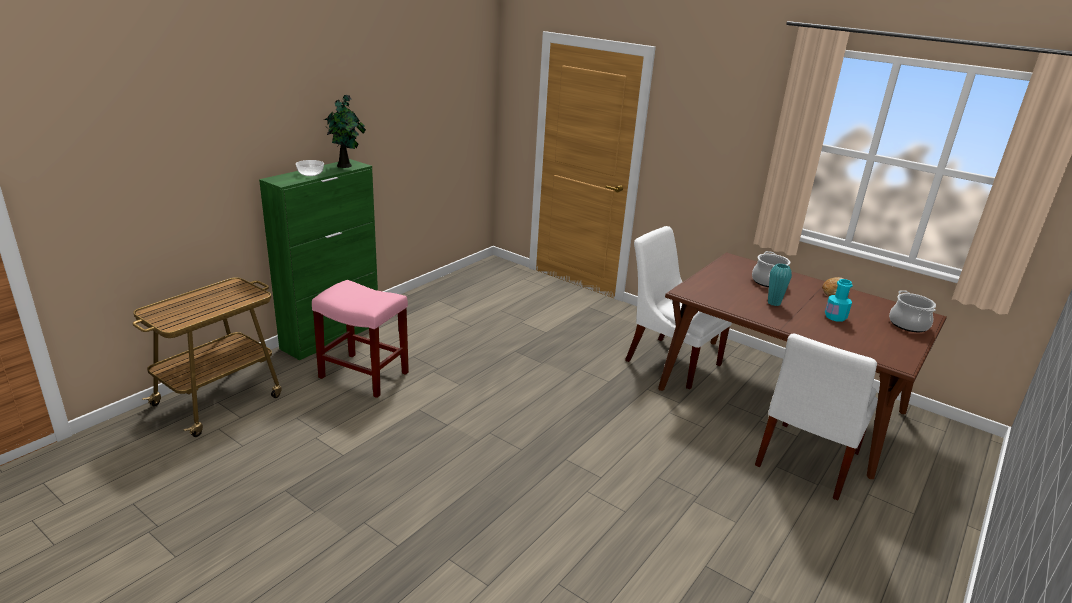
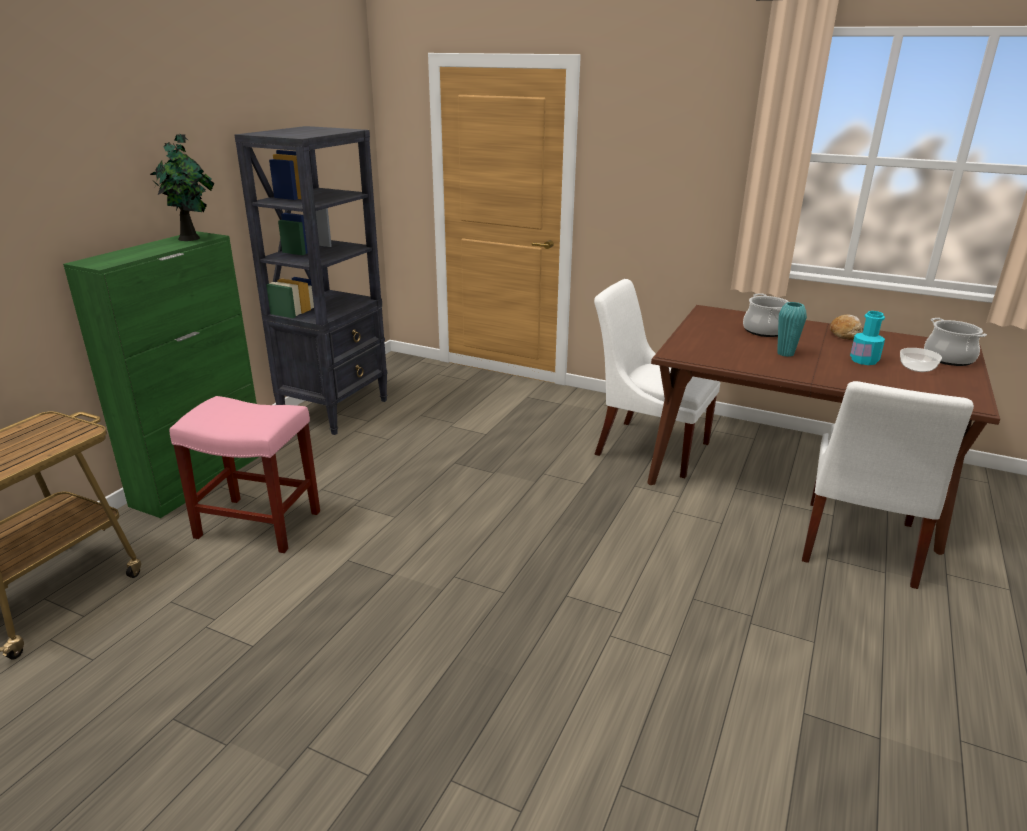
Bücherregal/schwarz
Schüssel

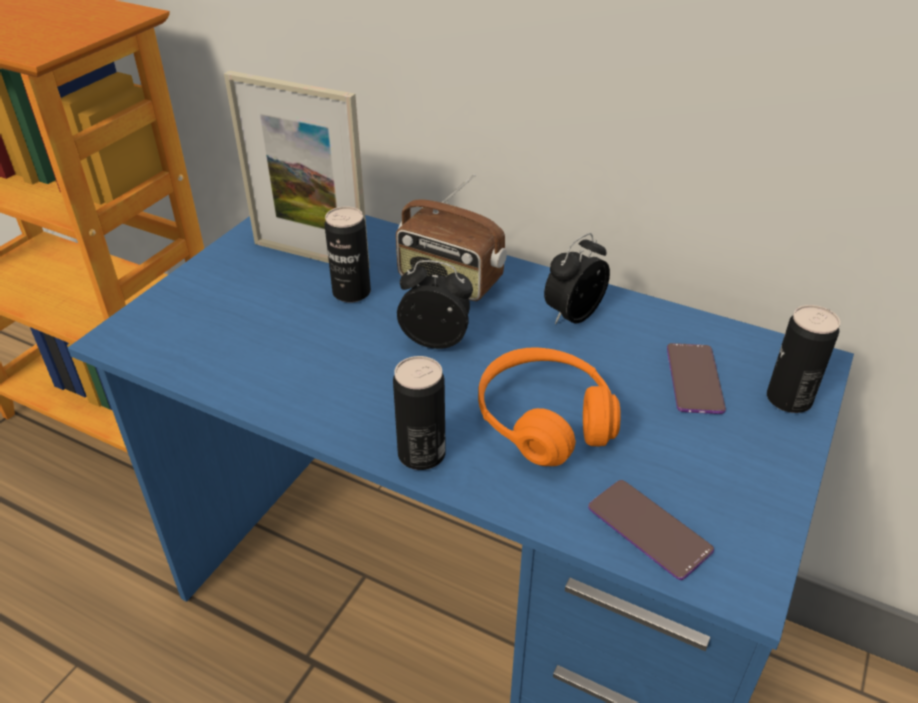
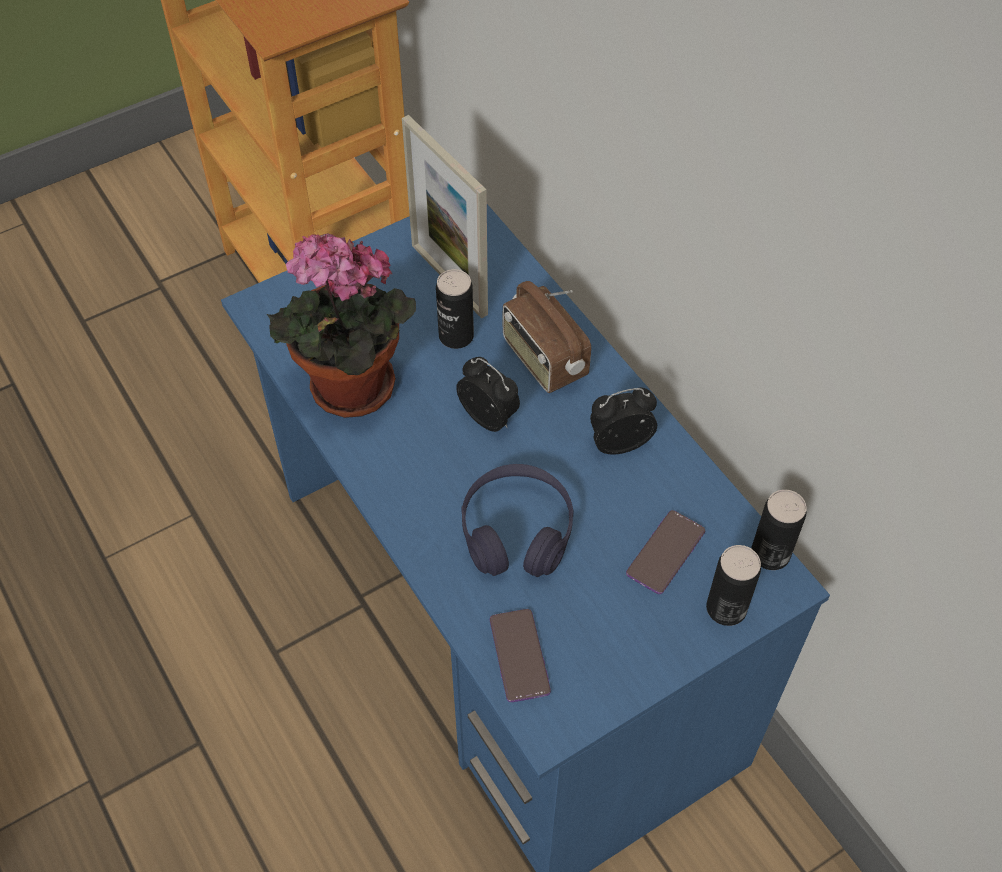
Topfpflanze
Dose (3rd from left)
Kopfhörer/lila

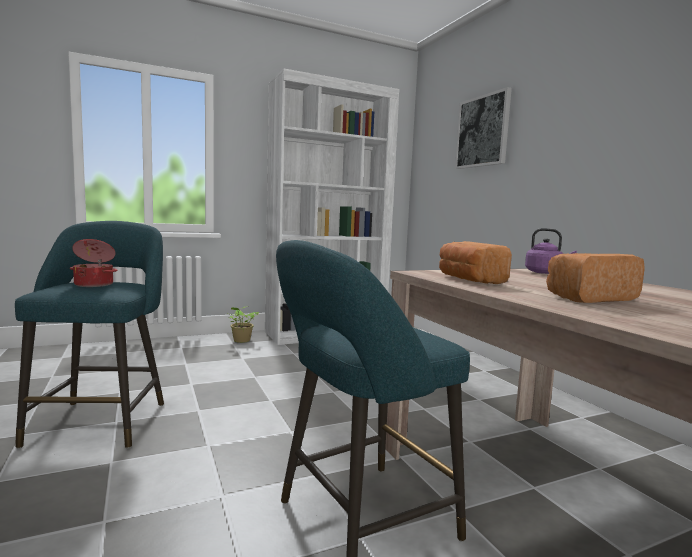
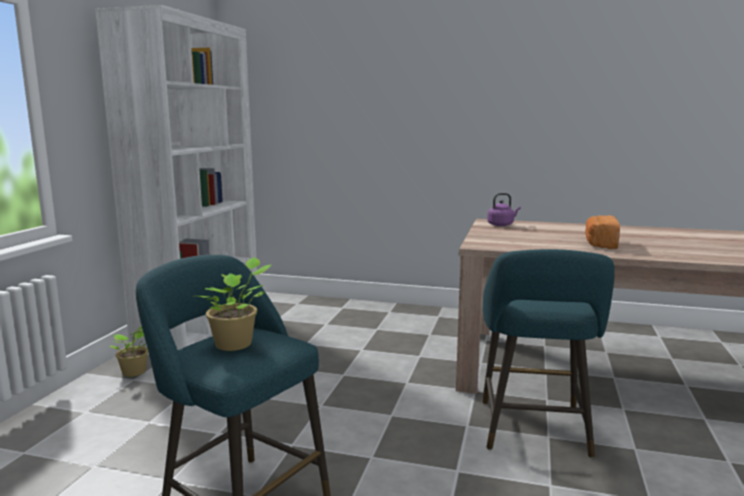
Brot (1st from left in the first image)
Bild
Topfpflanze (2nd from left)

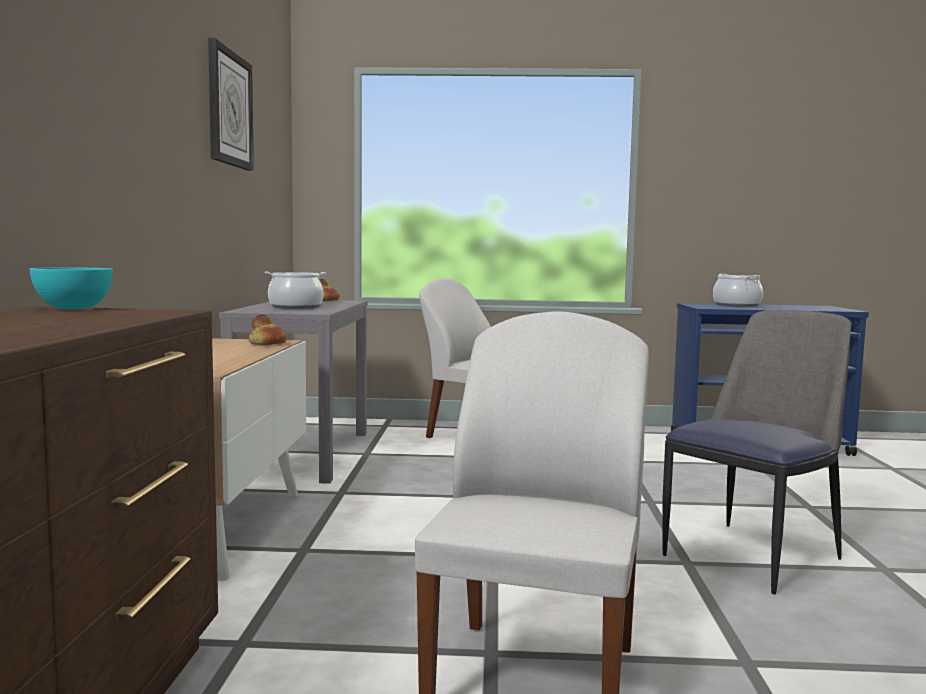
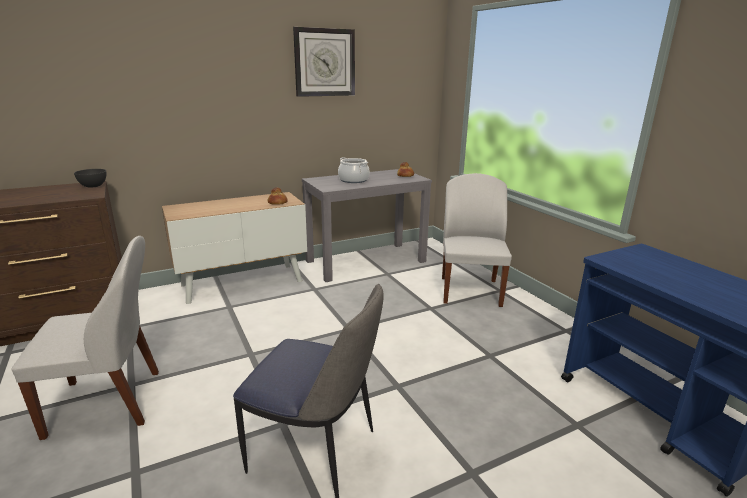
Kochtopf (2nd from left in the first image)
Schüssel/grau

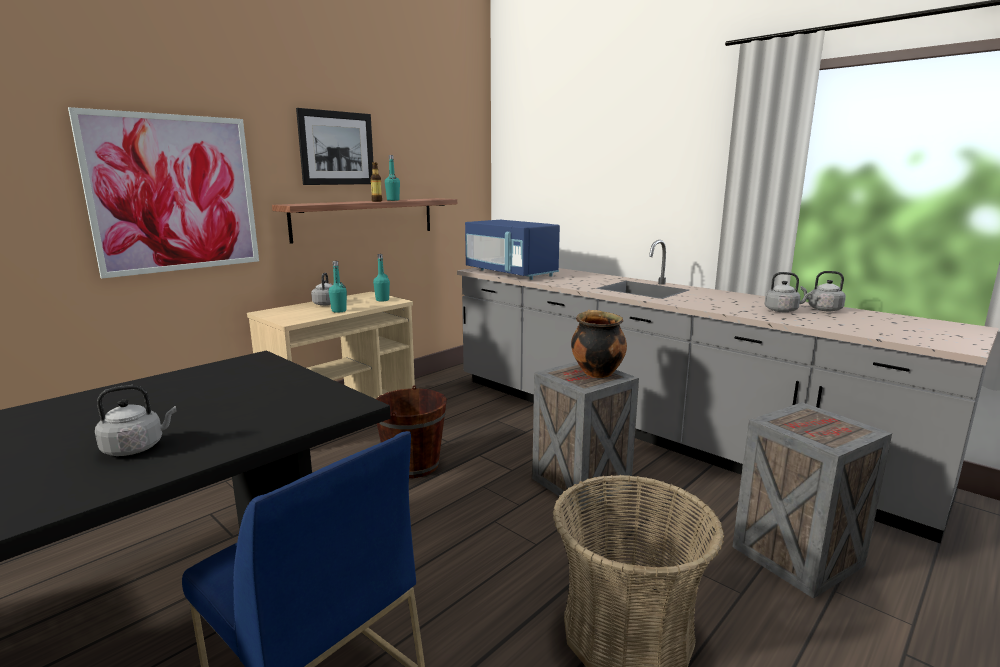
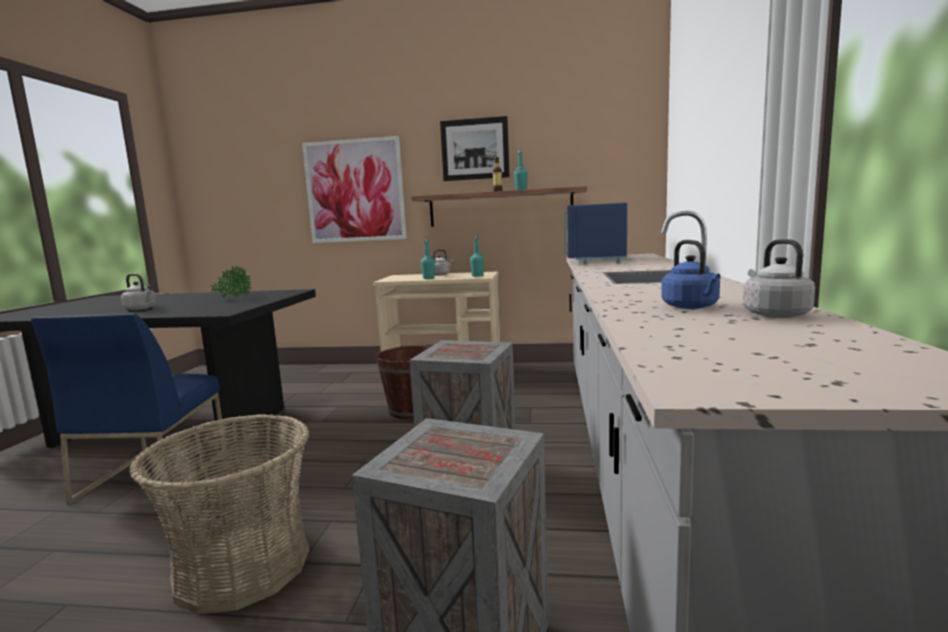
Kochtopf
Topfpflanze
Wasserkessel/blau

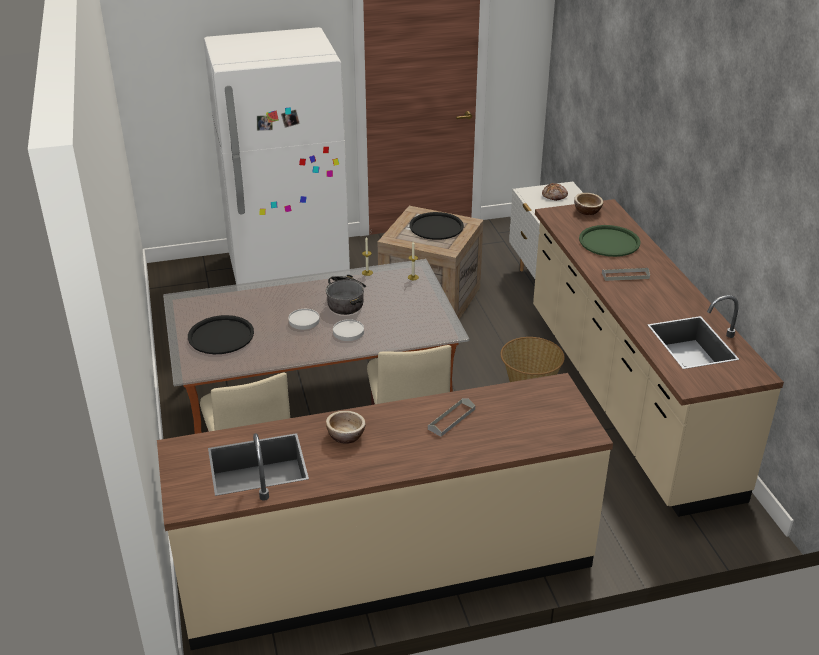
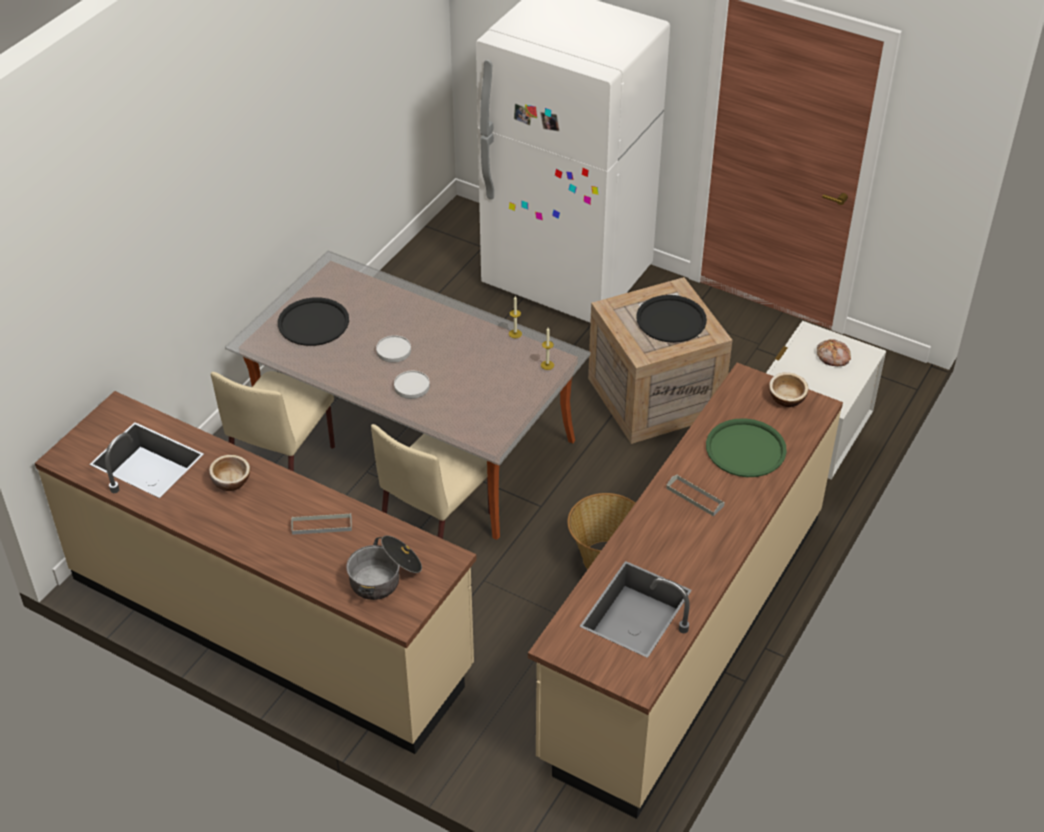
Kochtopf

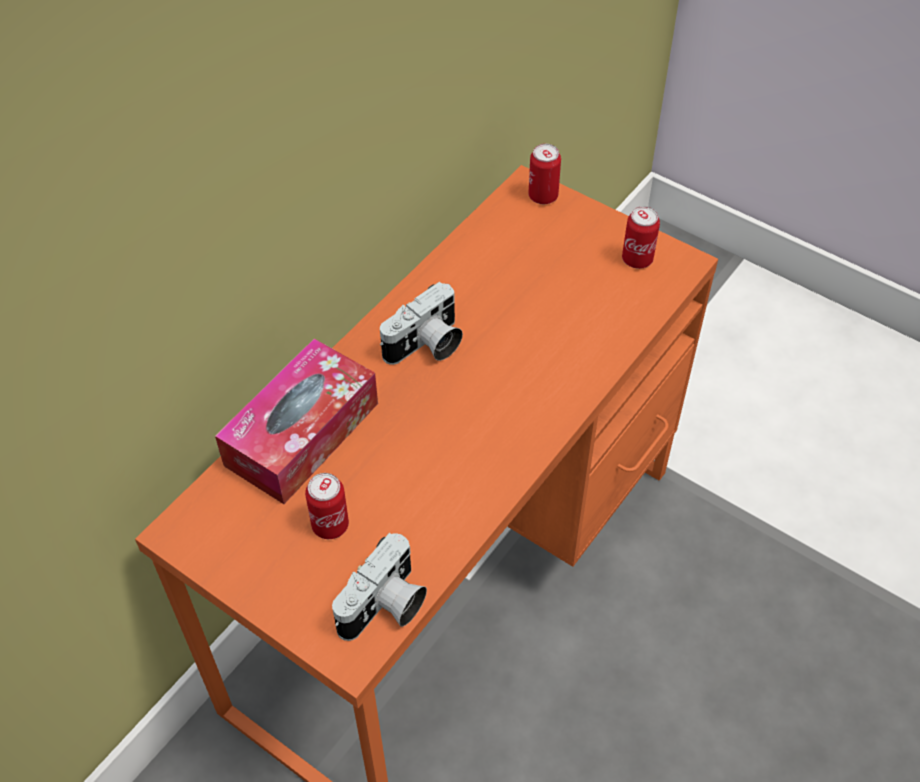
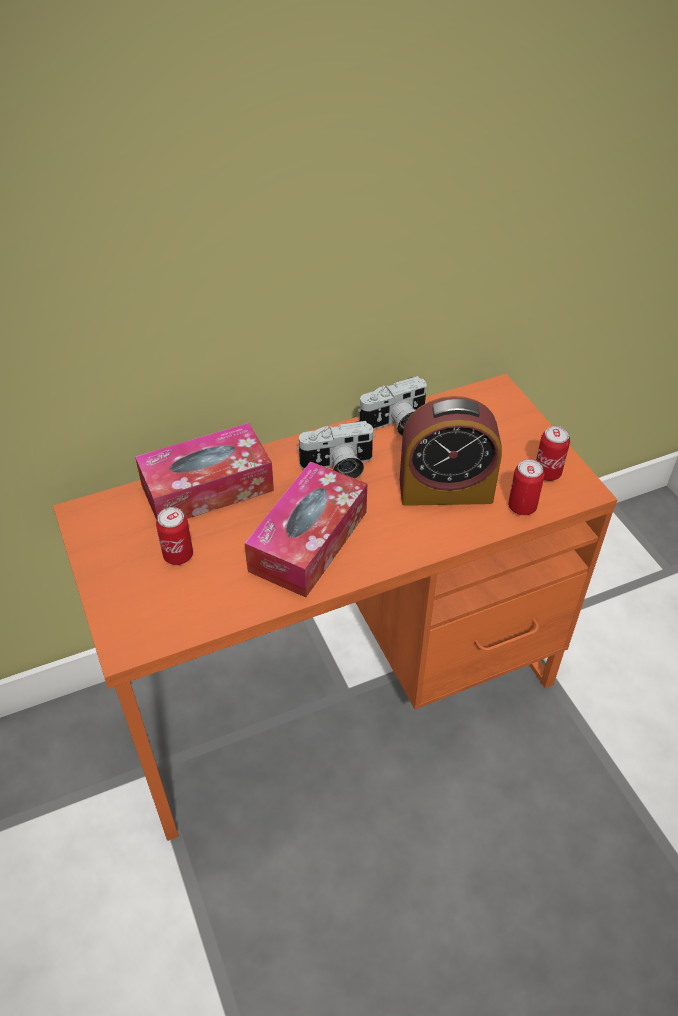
Taschentuchbox (2nd from left)
Wecker
Kamera (2nd from left)
Dose (2nd from left)

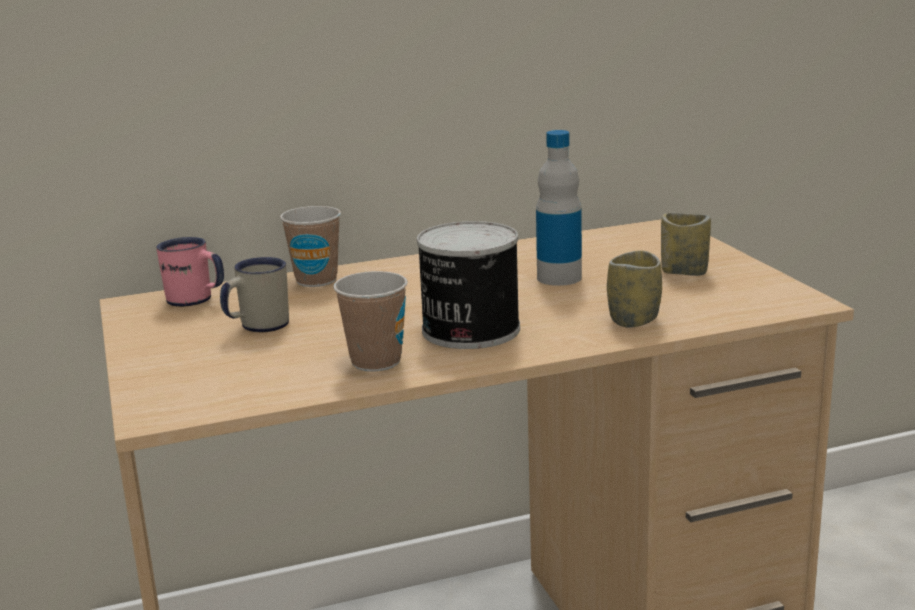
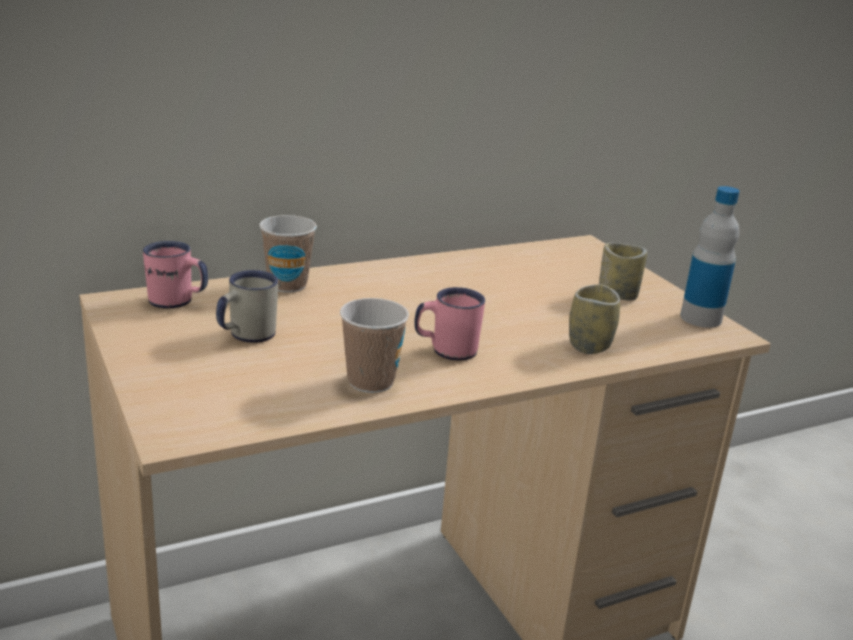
Flasche
Henkelbecher/rosa (2nd from left)

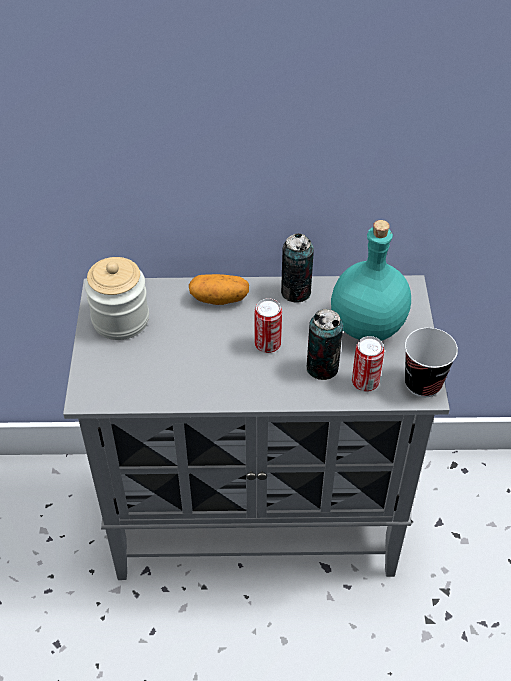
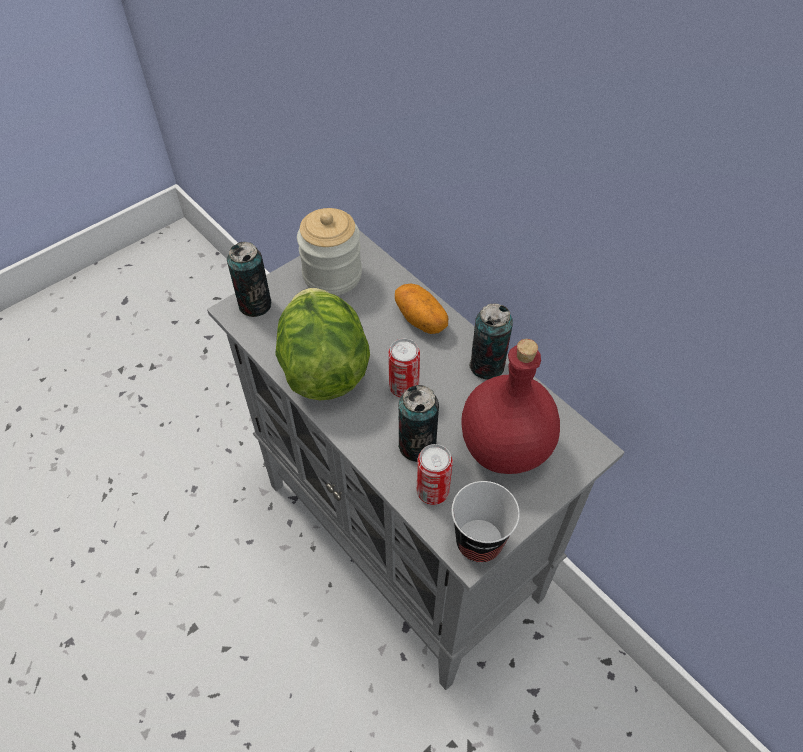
Dose (1st from left)
Salatkopf
Flasche/rot

